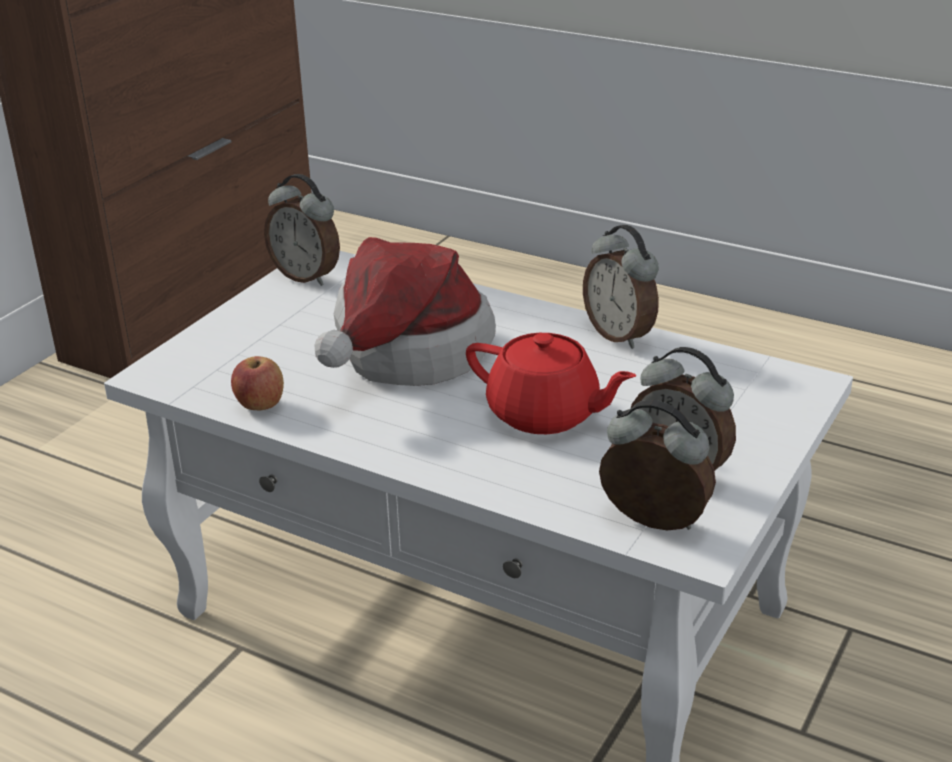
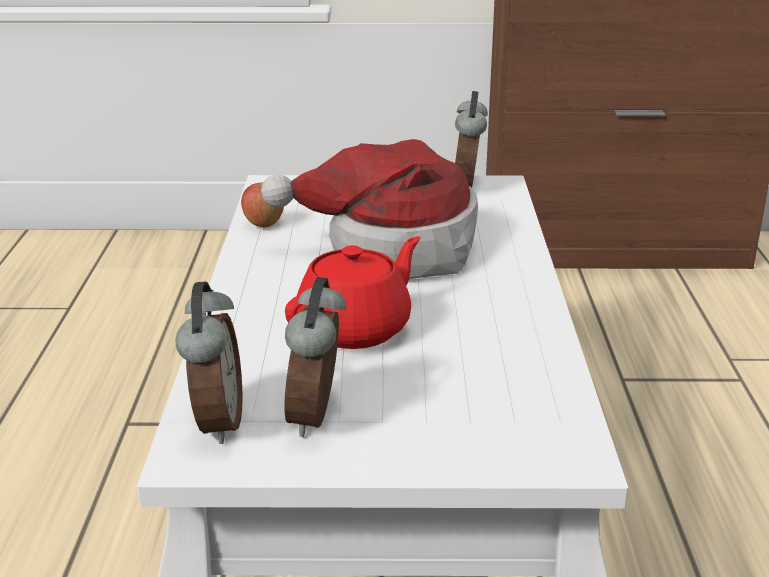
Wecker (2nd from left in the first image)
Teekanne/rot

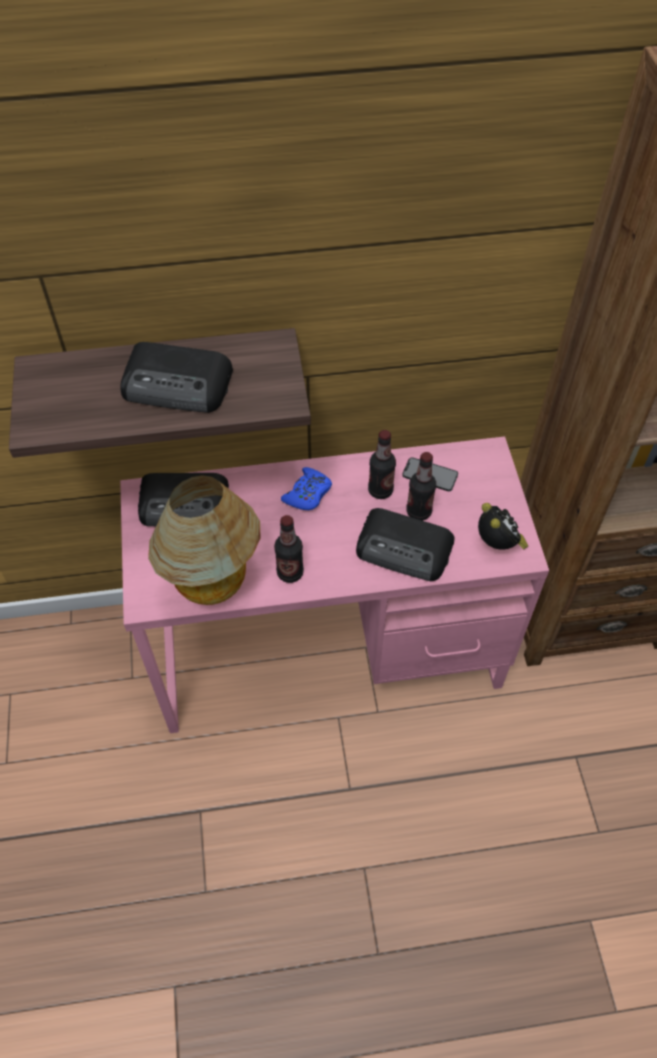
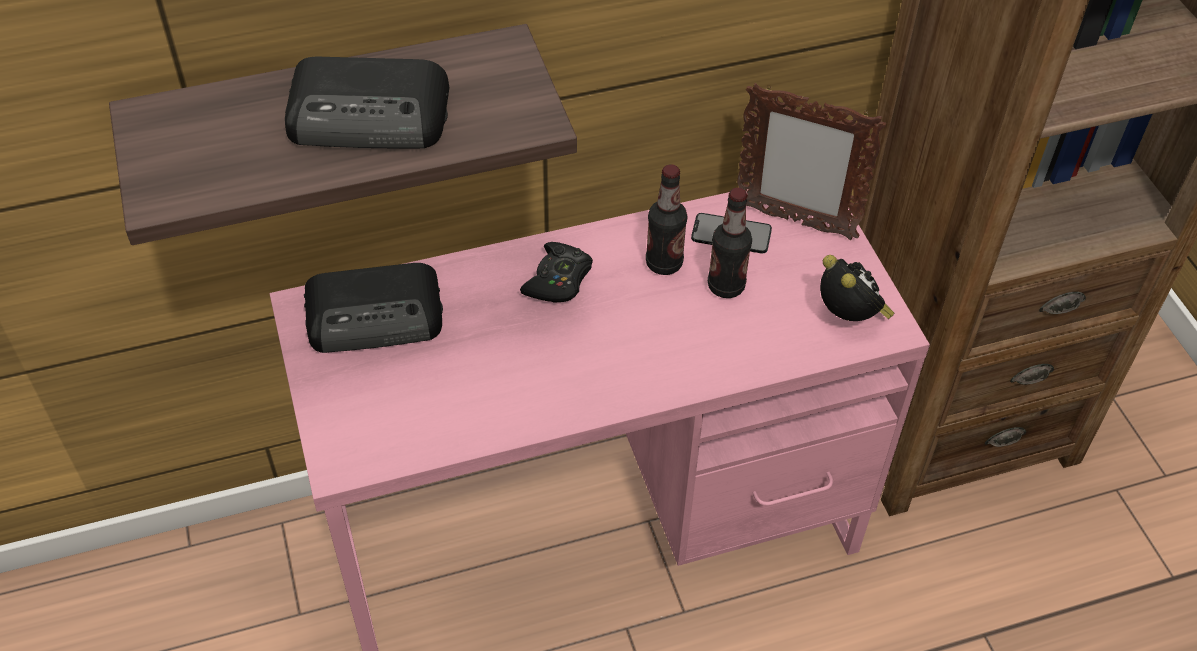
Tischlampe
Flasche (1st from left in the first image)
Radio (3rd from left in the first image)
Bilderrahmen
Gamepad/schwarz

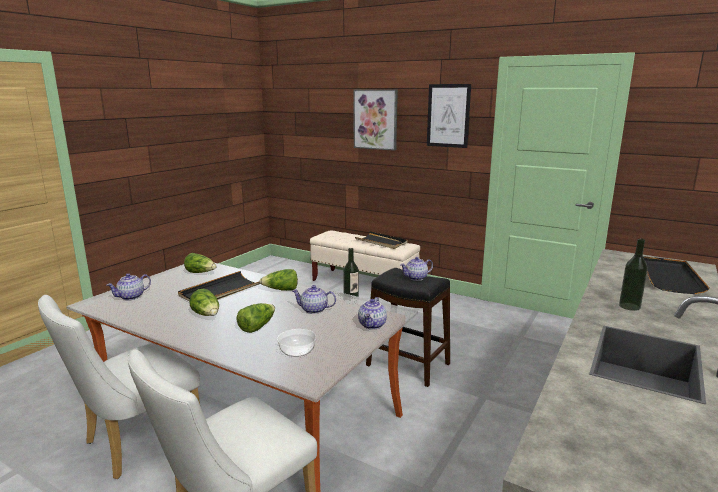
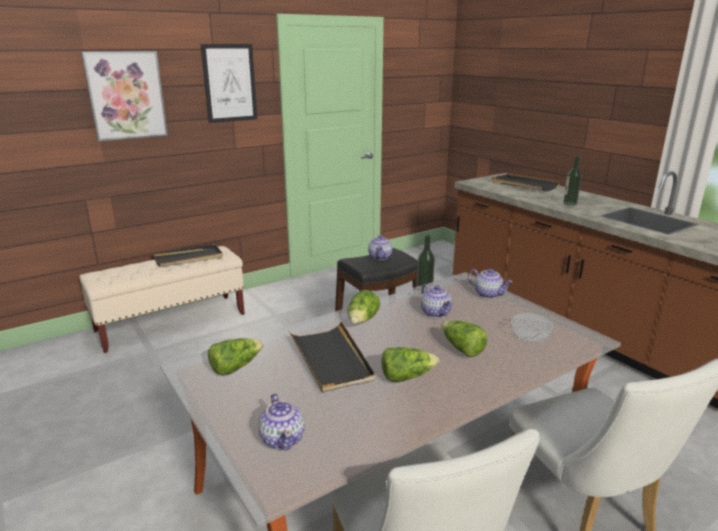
Teekanne (3rd from left)

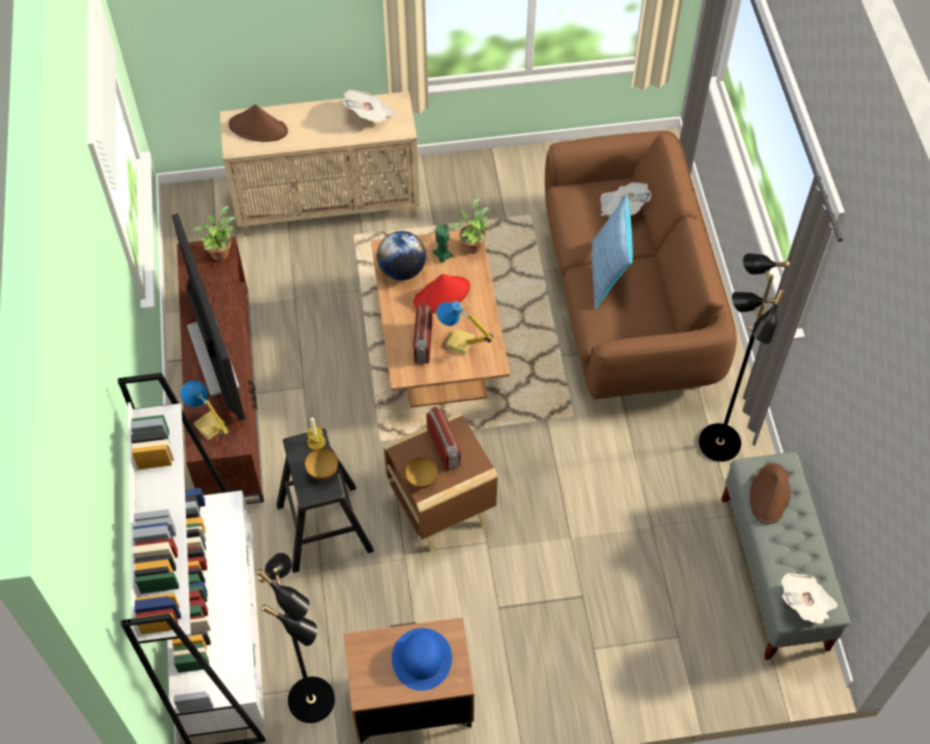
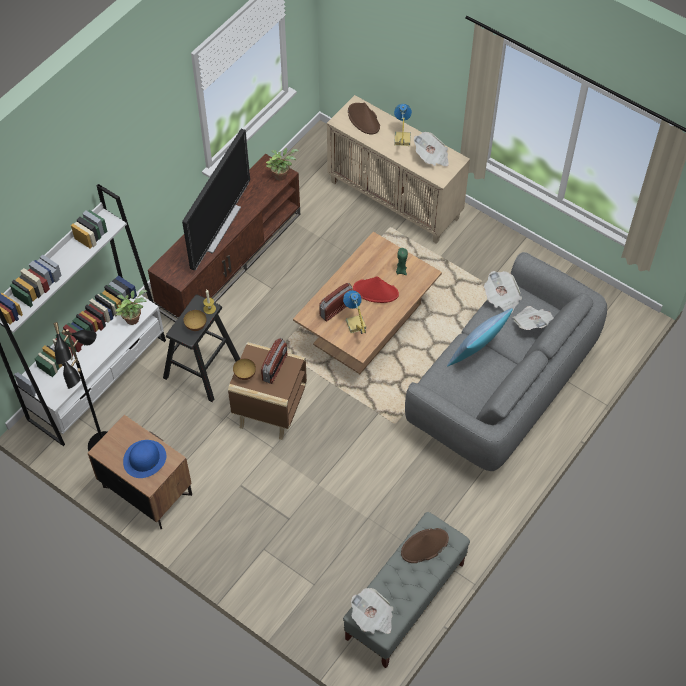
Globus
Stehlampe/schwarz (2nd from left in the first image)
Zeitung (3rd from left)
Tischlampe (2nd from left)
Topfpflanze (1st from left)
Sofa/grau

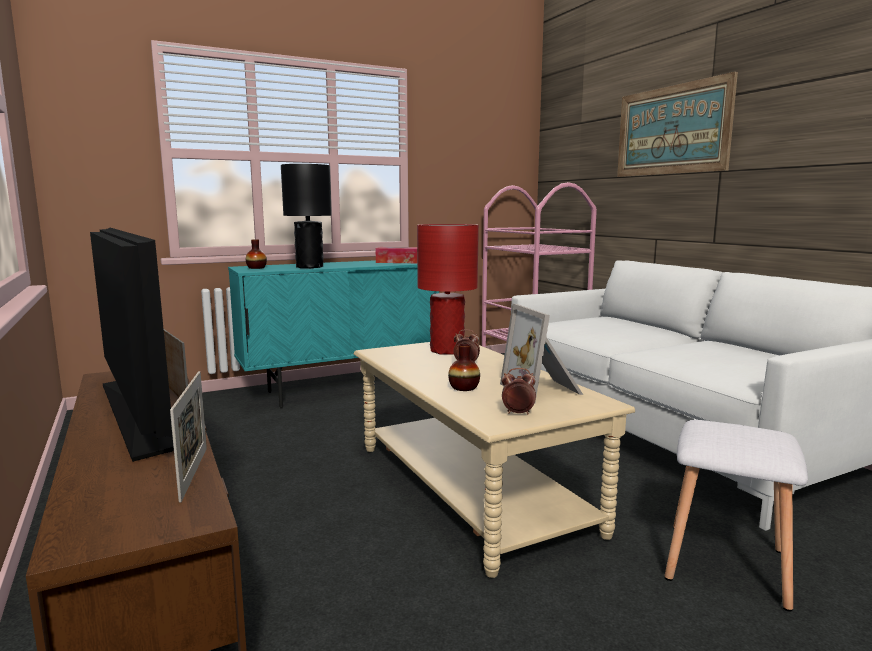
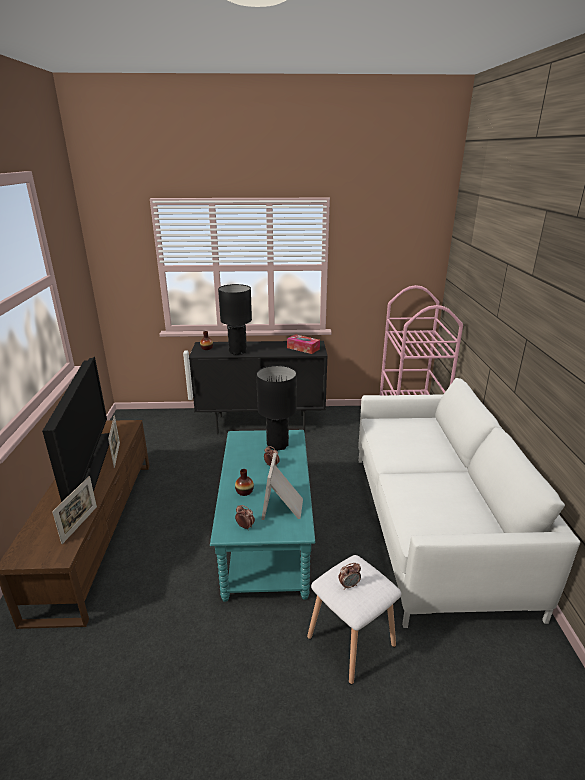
Bild
Wecker (3rd from left)
Schrank/schwarz
Couchtisch/türkis
Tischlampe/schwarz (2nd from left)

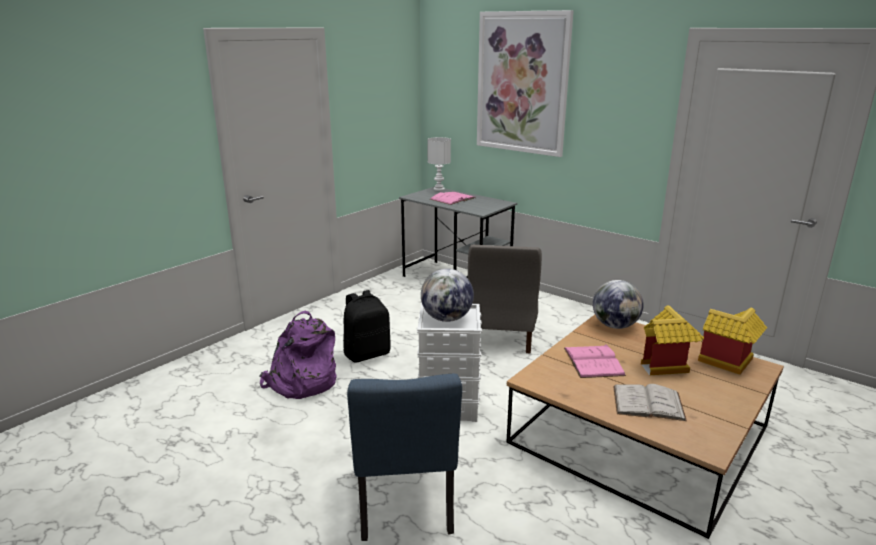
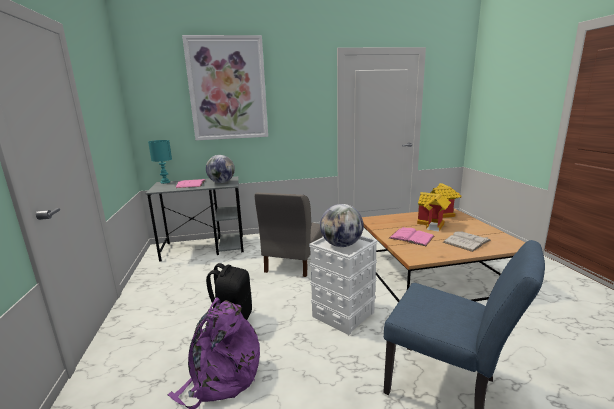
Globus (1st from left)
Tischlampe/türkis
Stuhl/grau

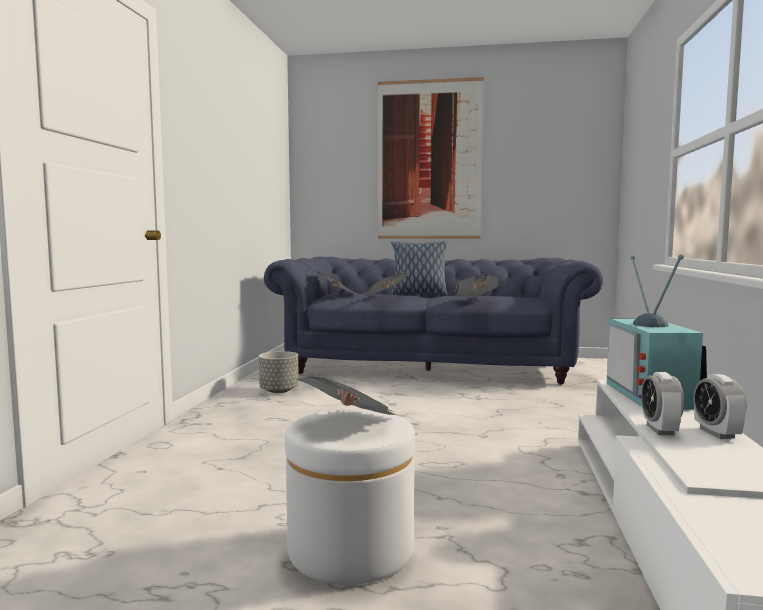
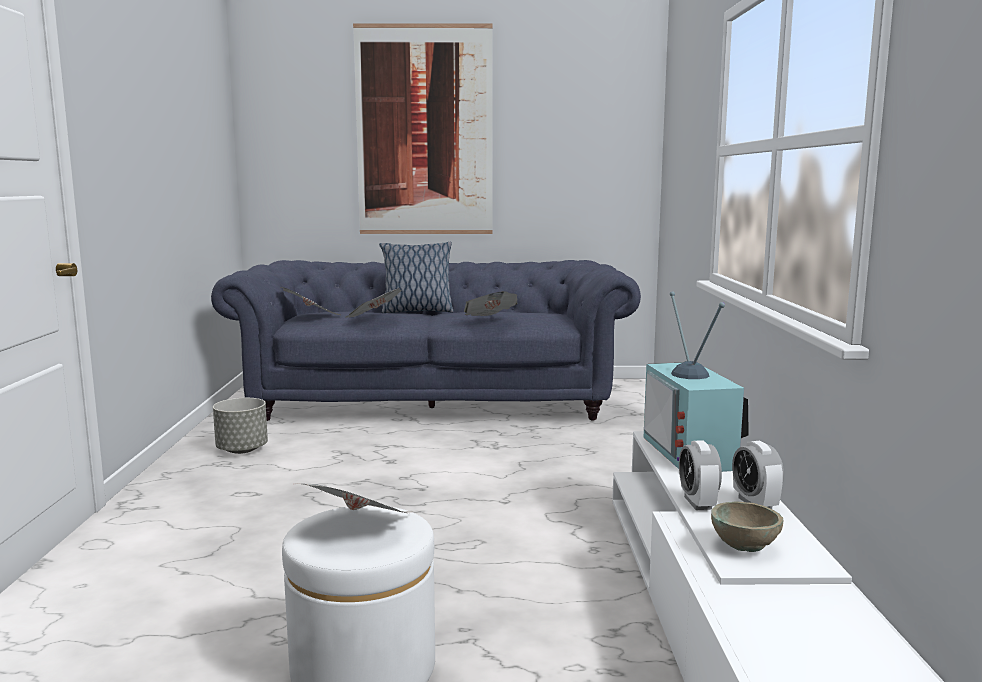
Schüssel/beige

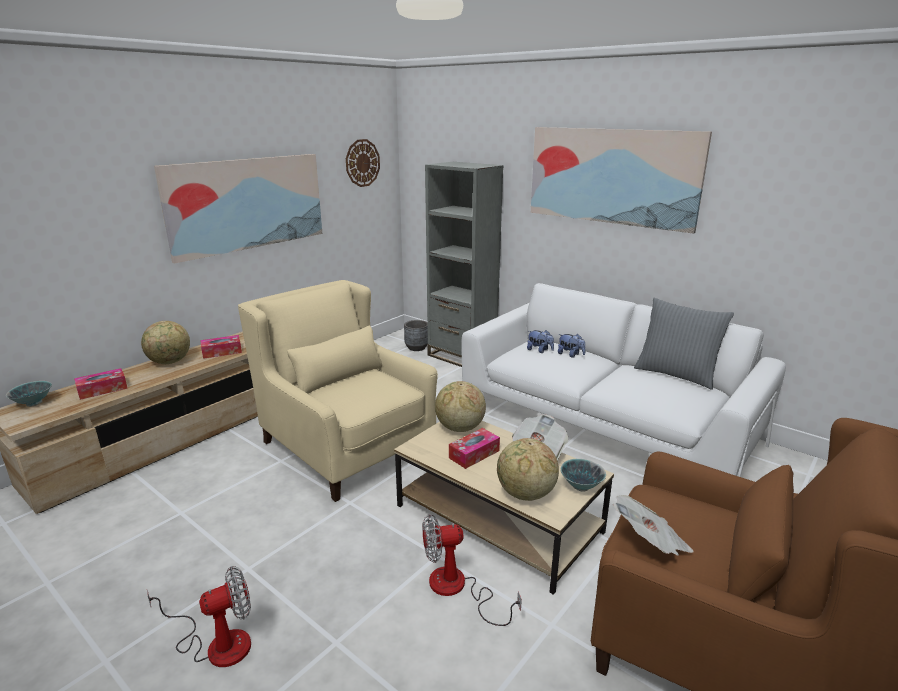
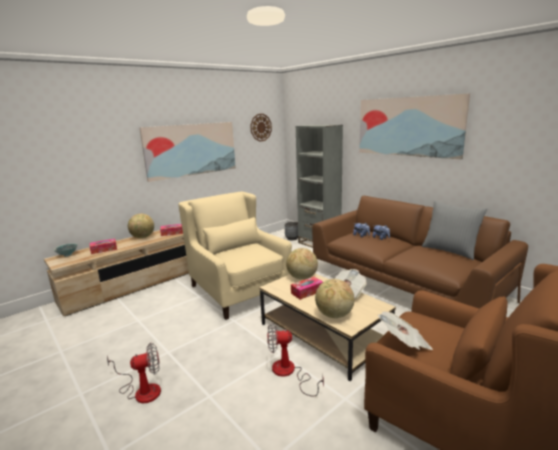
Schüssel (2nd from left in the first image)
Sofa/braun

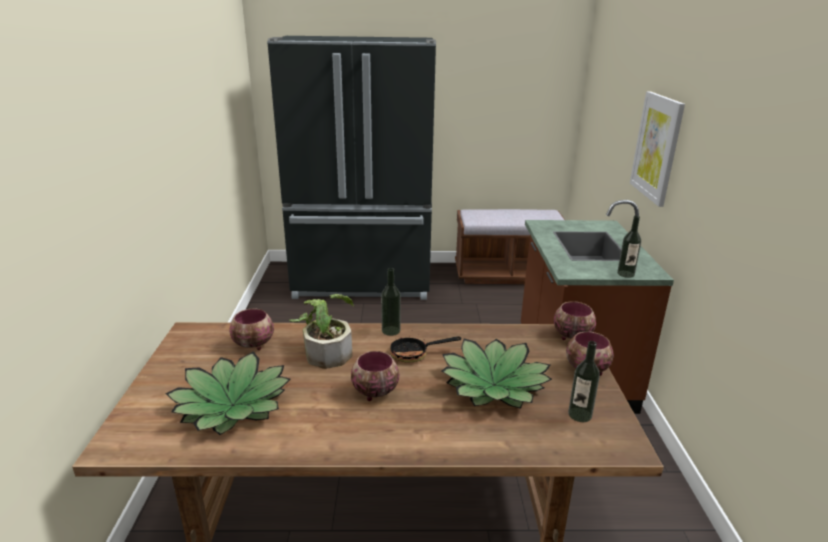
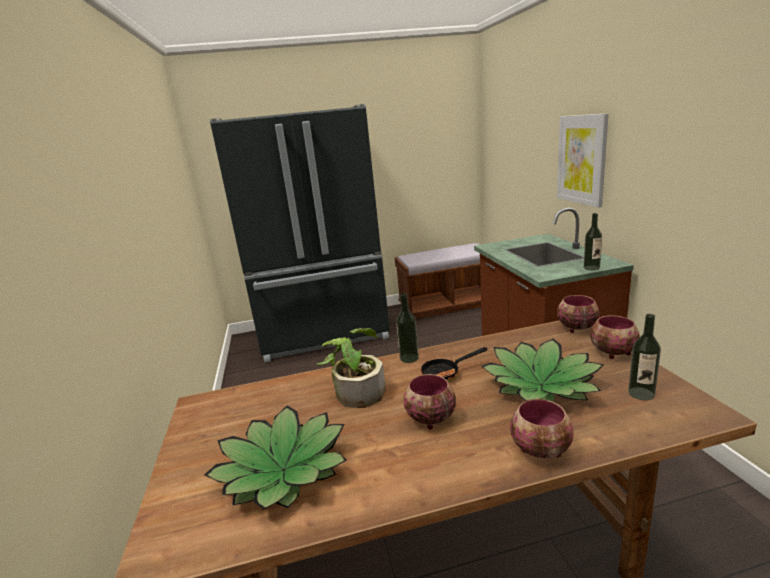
Schüssel (2nd from left)

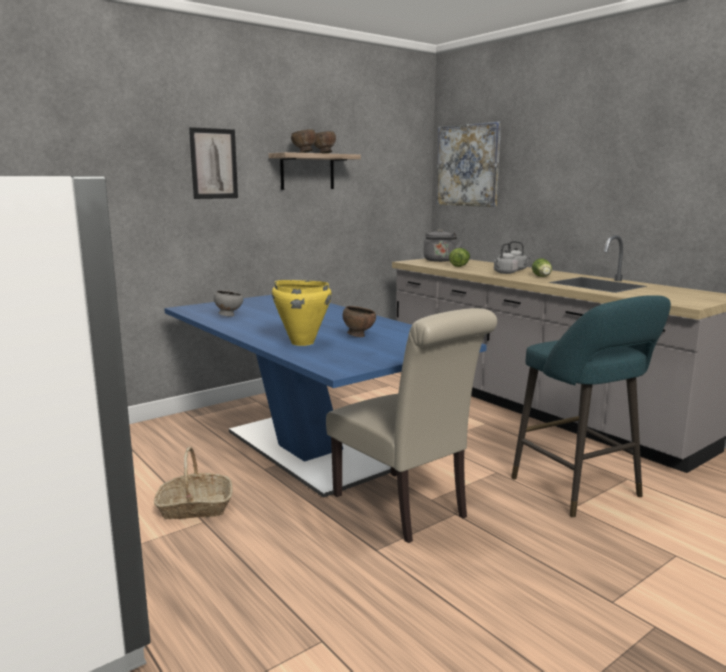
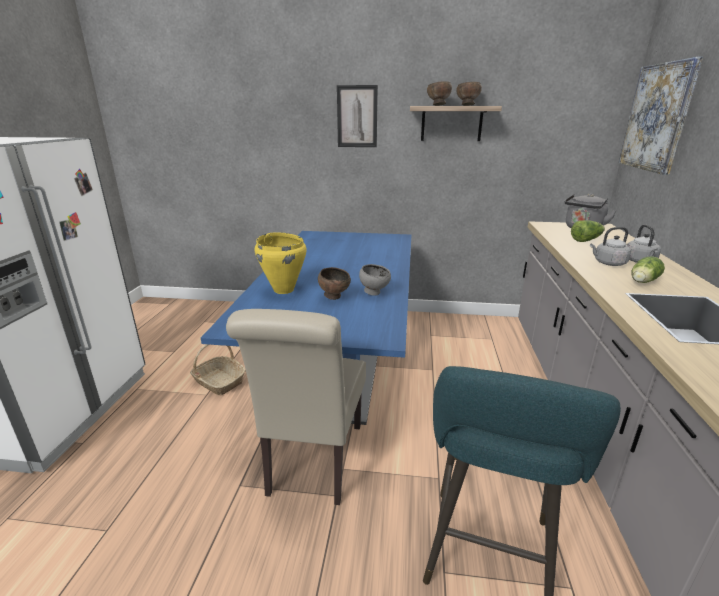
Schüssel/grau

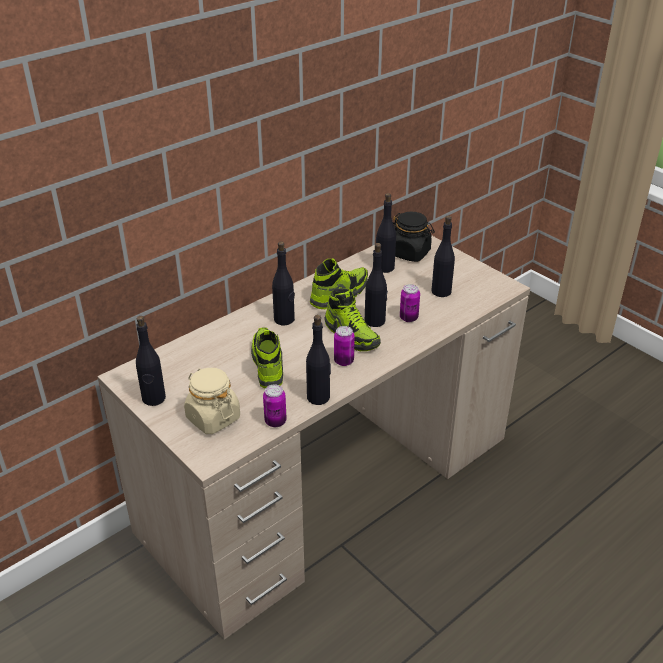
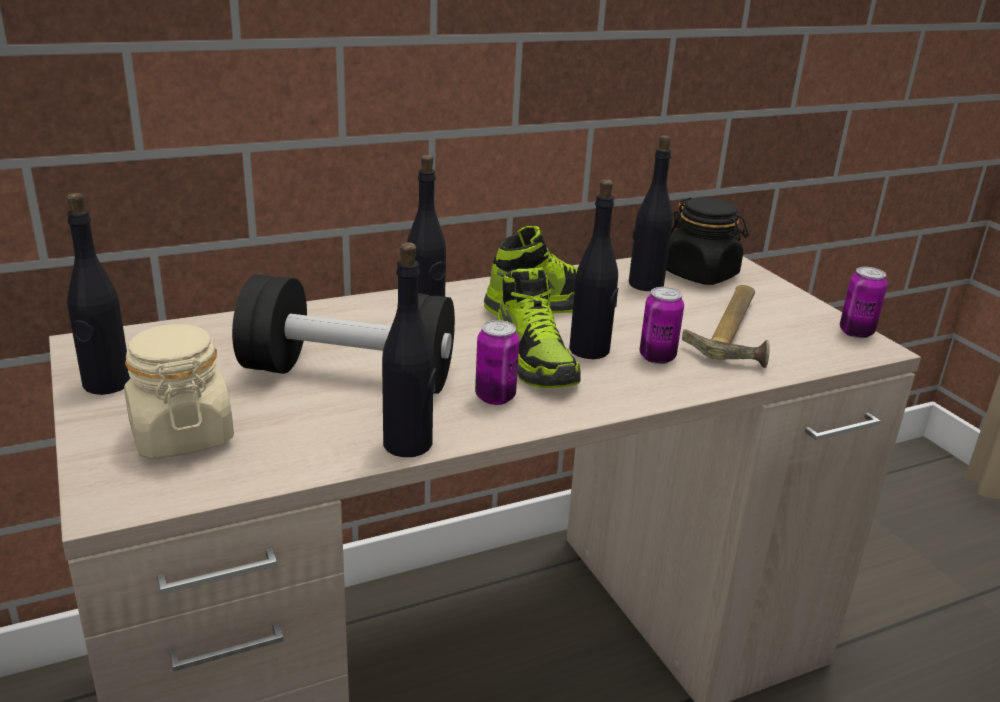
Dose (3rd from left)
Hantel/schwarz
Hammer

